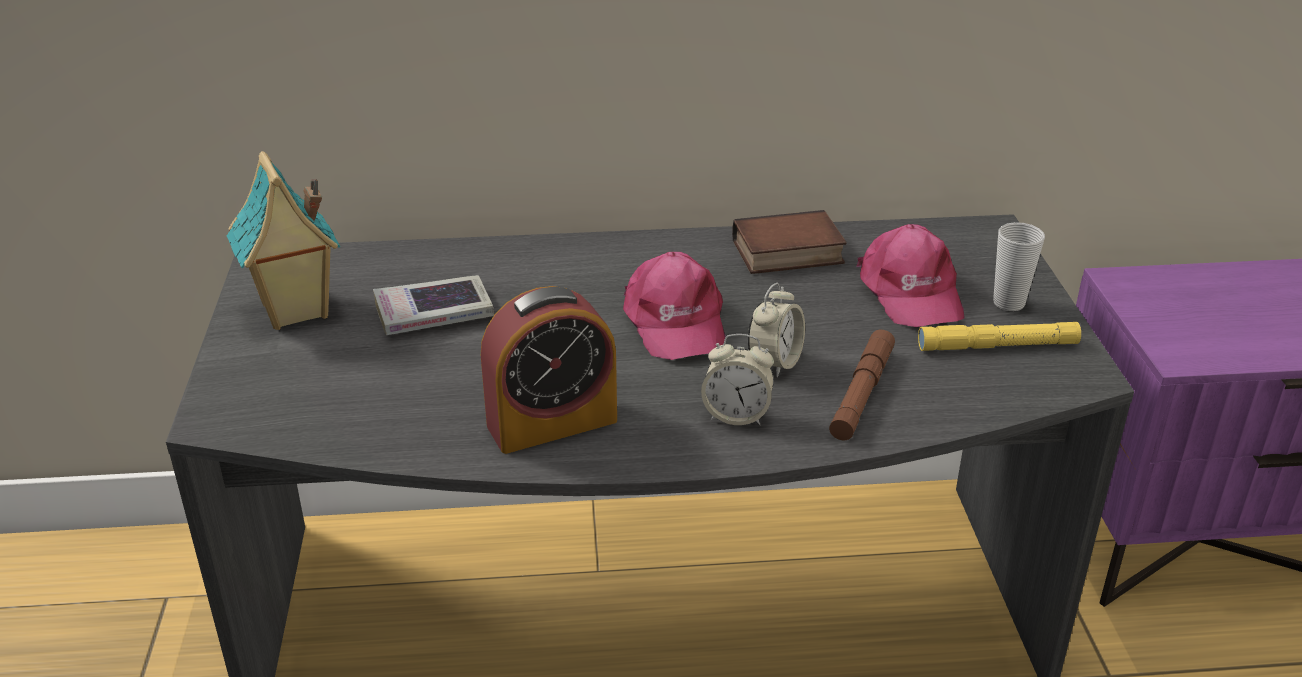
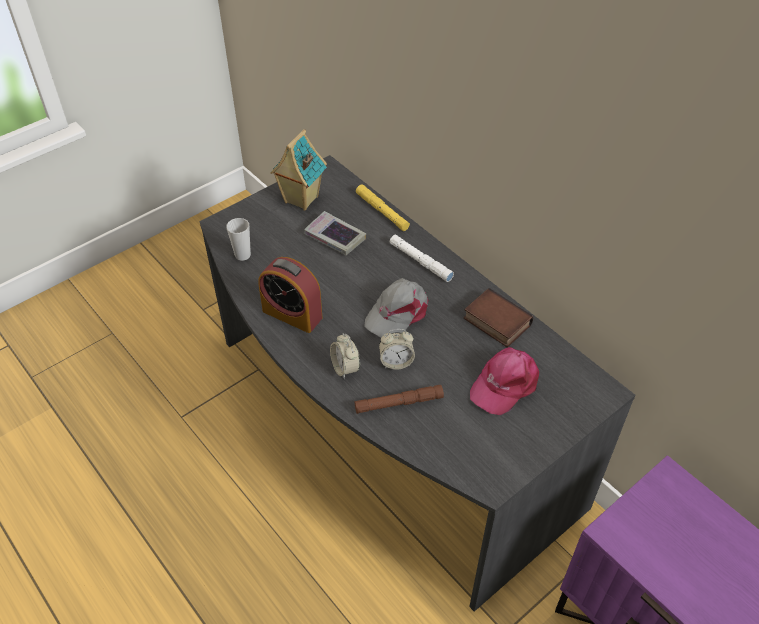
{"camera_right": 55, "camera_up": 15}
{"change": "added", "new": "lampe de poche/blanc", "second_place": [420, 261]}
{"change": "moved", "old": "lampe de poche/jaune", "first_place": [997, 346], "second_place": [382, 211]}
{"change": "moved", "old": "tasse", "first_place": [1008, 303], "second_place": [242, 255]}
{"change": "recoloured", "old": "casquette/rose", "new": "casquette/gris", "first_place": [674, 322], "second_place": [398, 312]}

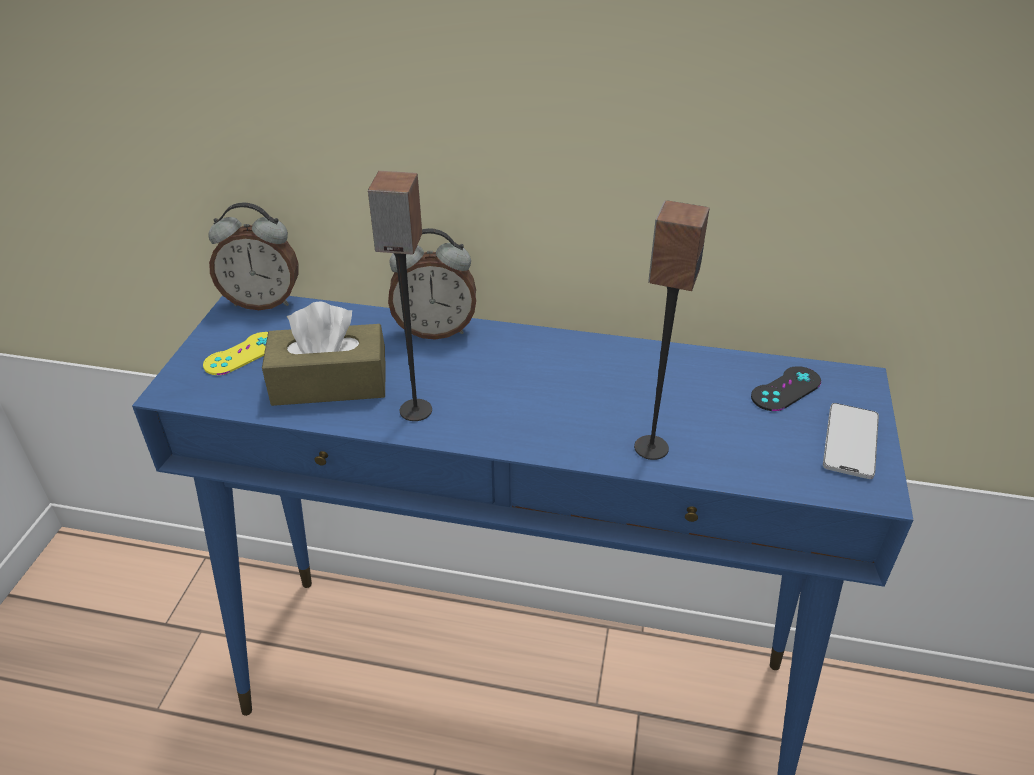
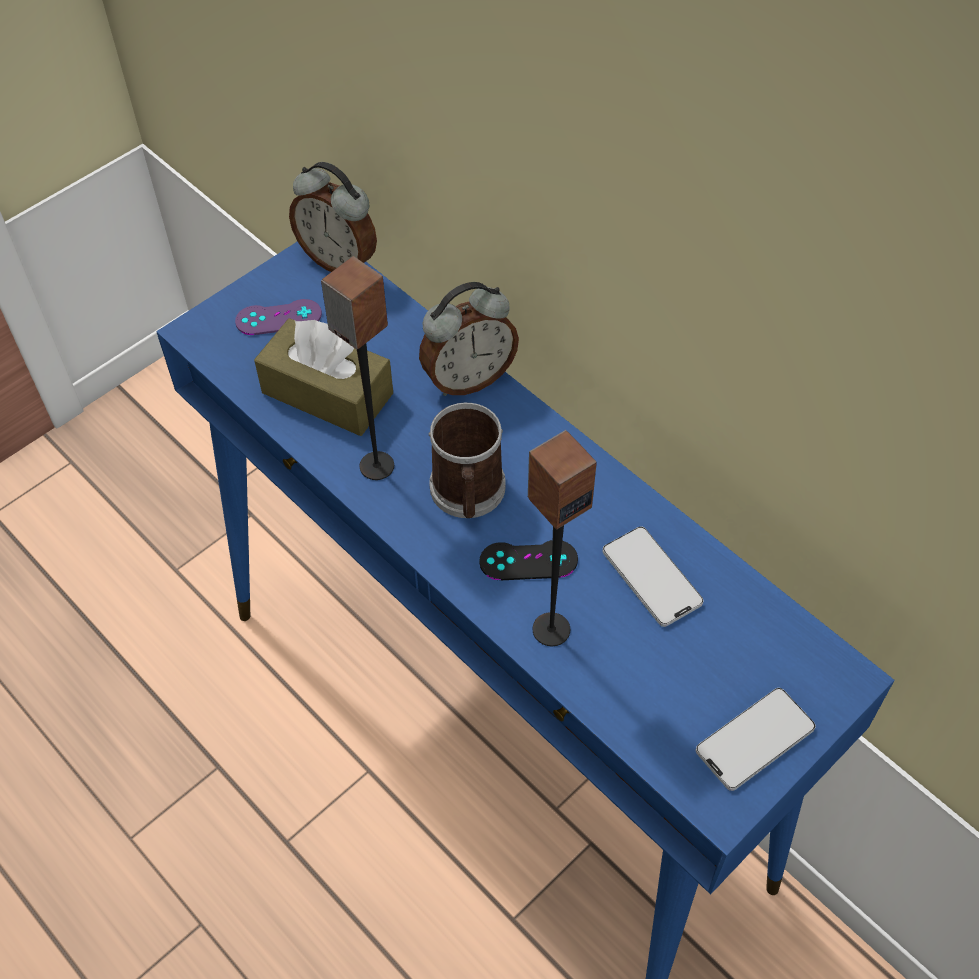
{"camera_right": 35, "camera_up": 15}
{"change": "added", "new": "mug", "second_place": [468, 494]}
{"change": "added", "new": "téléphone", "second_place": [651, 577]}
{"change": "moved", "old": "manette/noir", "first_place": [786, 389], "second_place": [528, 561]}
{"change": "recoloured", "old": "manette/jaune", "new": "manette/violet", "first_place": [242, 354], "second_place": [278, 318]}
{"change": "turned", "old": "réveil", "first_place": [435, 330], "second_place": [468, 378], "degrees": -60}

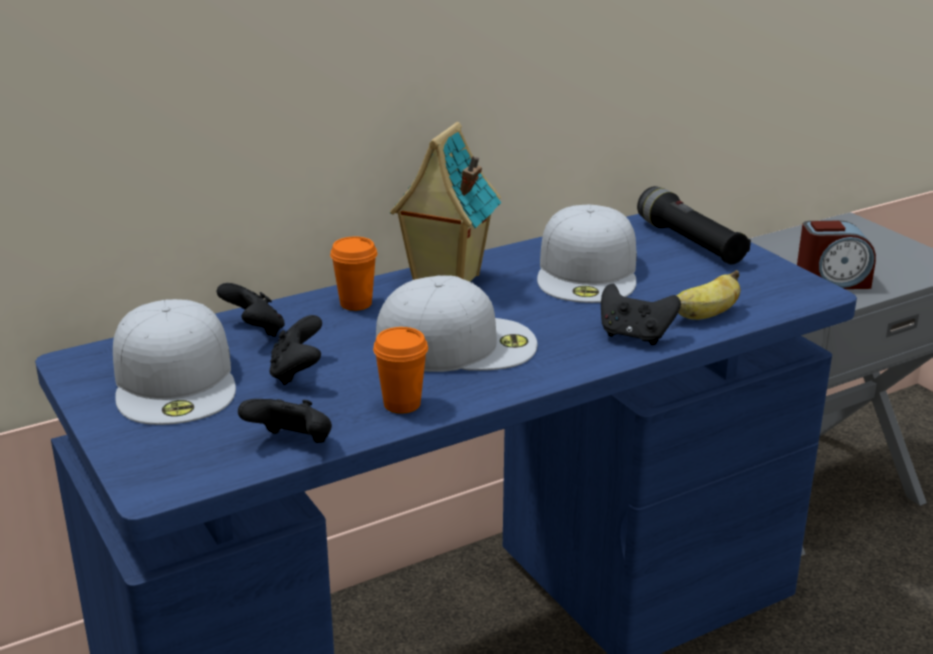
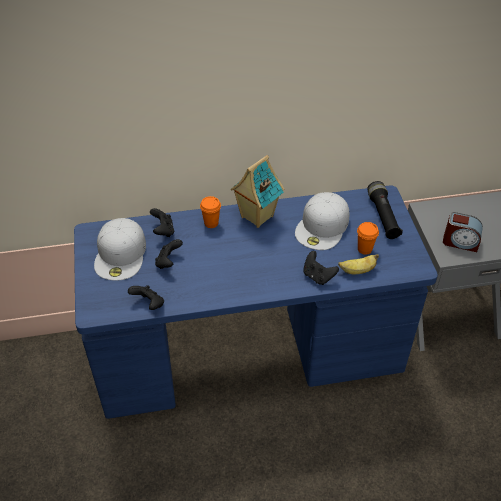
{"camera_right": 20, "camera_up": 20}
{"change": "removed", "old": "casquette/blanc", "first_place": [458, 343]}
{"change": "moved", "old": "tasse/orange", "first_place": [402, 404], "second_place": [364, 249]}

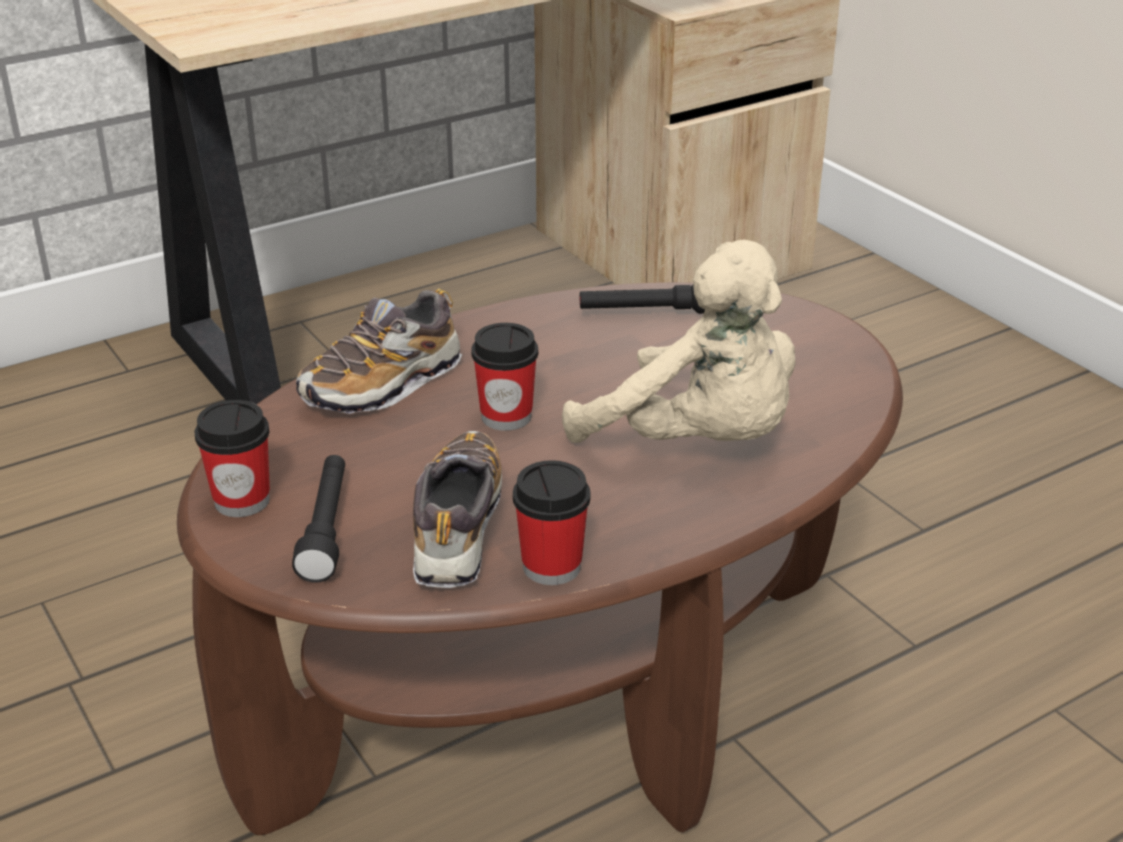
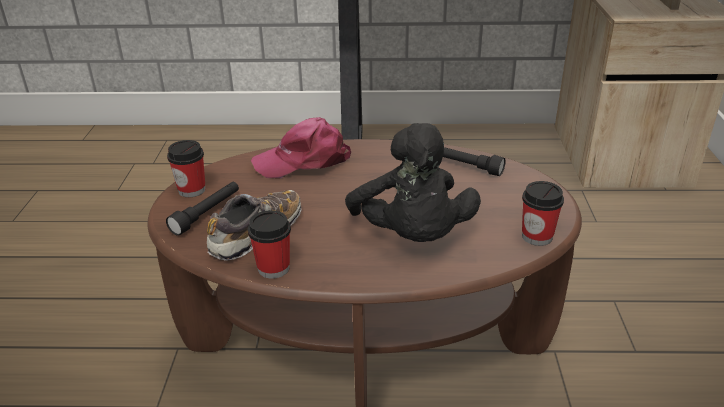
{"camera_right": 35, "camera_up": 0}
{"change": "moved", "old": "tasse", "first_place": [506, 416], "second_place": [537, 236]}
{"change": "replaced", "old": "chaussure", "new": "casquette/rose", "first_place": [383, 385], "second_place": [304, 160]}
{"change": "recoloured", "old": "peluche/beige", "new": "peluche/noir", "first_place": [697, 442], "second_place": [412, 236]}

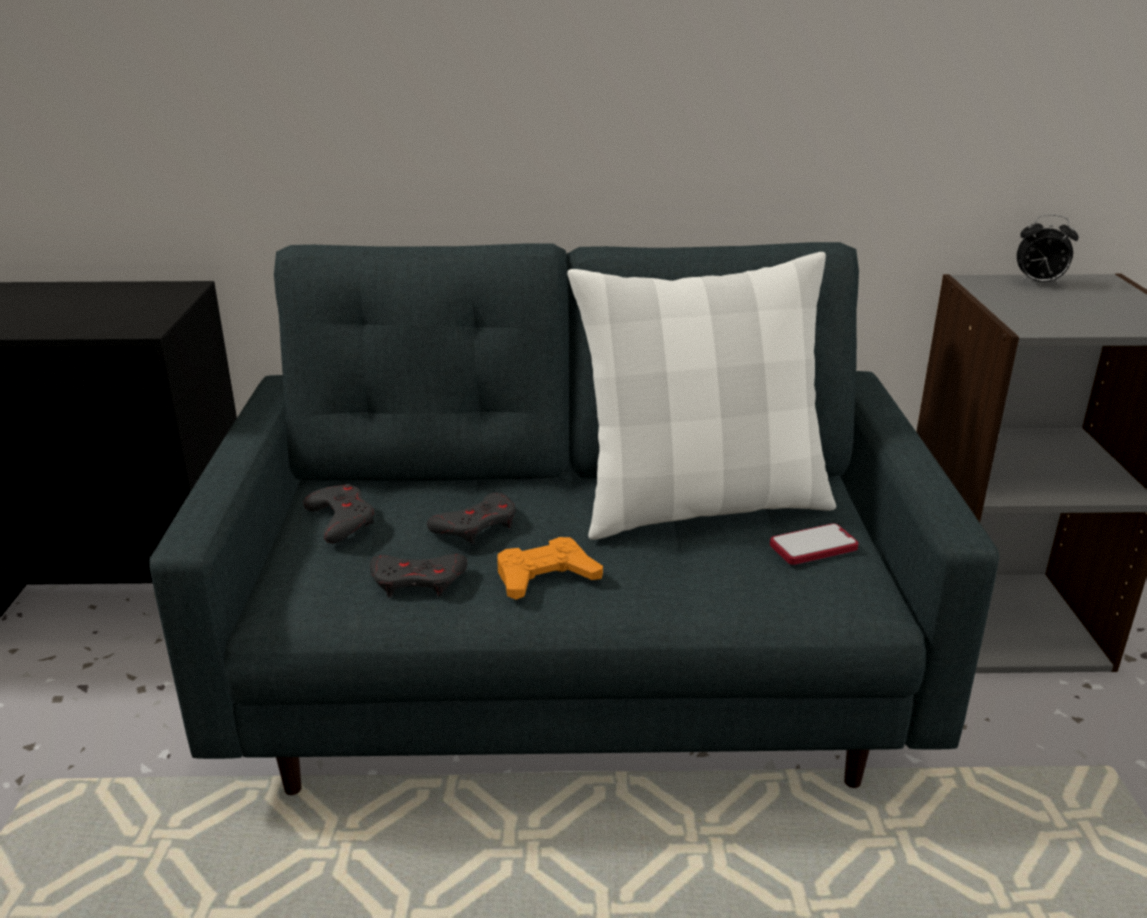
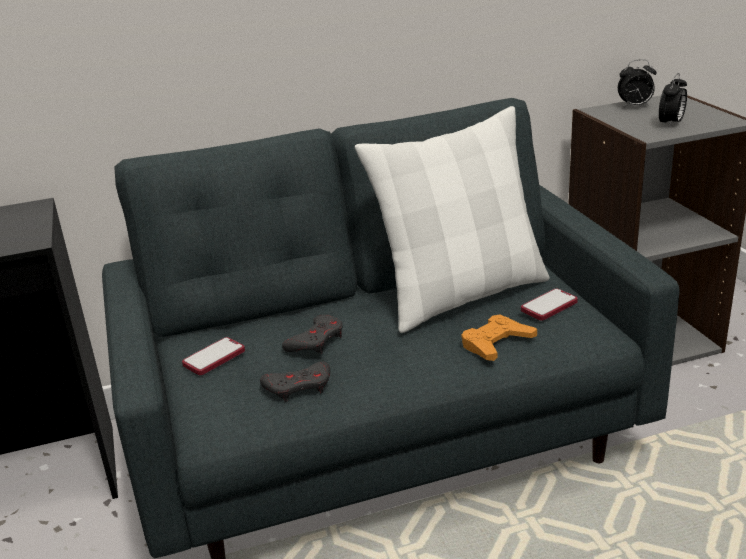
{"camera_right": -15, "camera_up": 0}
{"change": "added", "new": "réveil", "second_place": [671, 124]}
{"change": "moved", "old": "manette/orange", "first_place": [545, 577], "second_place": [496, 343]}
{"change": "replaced", "old": "manette/gris", "new": "téléphone", "first_place": [341, 520], "second_place": [214, 358]}

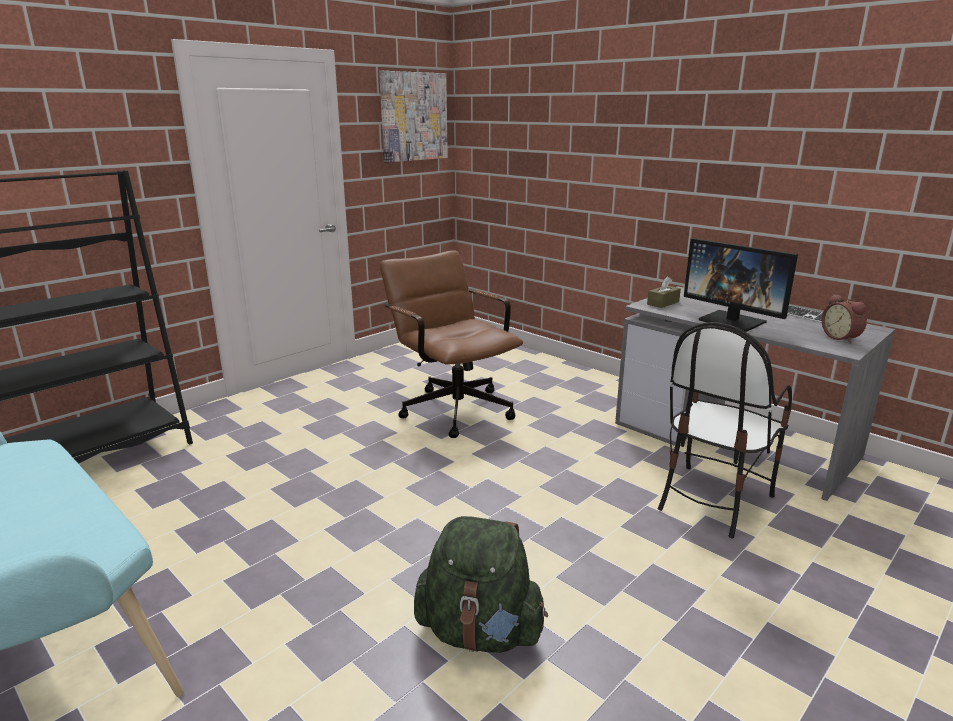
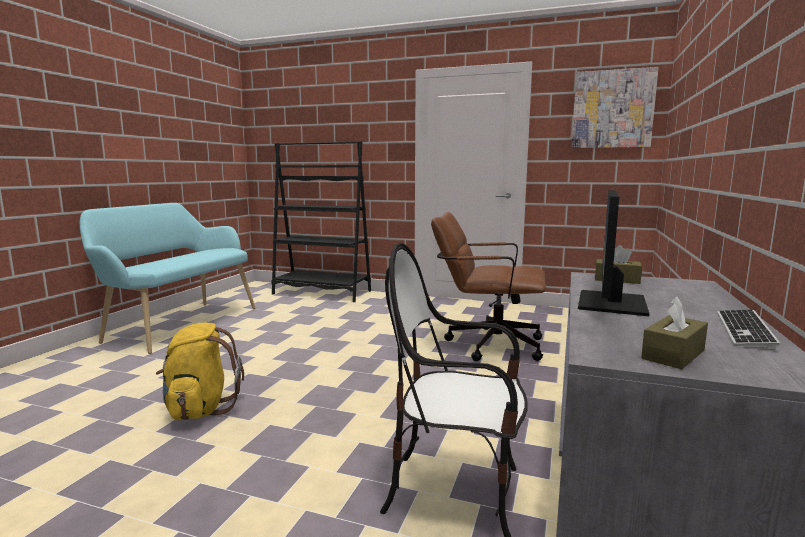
{"camera_right": 65, "camera_up": -10}
{"change": "replaced", "old": "réveil", "new": "boîte à mouchoirs/marron", "first_place": [841, 338], "second_place": [673, 354]}
{"change": "recoloured", "old": "sac à dos/vert", "new": "sac à dos/jaune", "first_place": [480, 632], "second_place": [200, 409]}
{"change": "turned", "old": "chaise de bureau/marron", "first_place": [452, 407], "second_place": [486, 344], "degrees": -105}

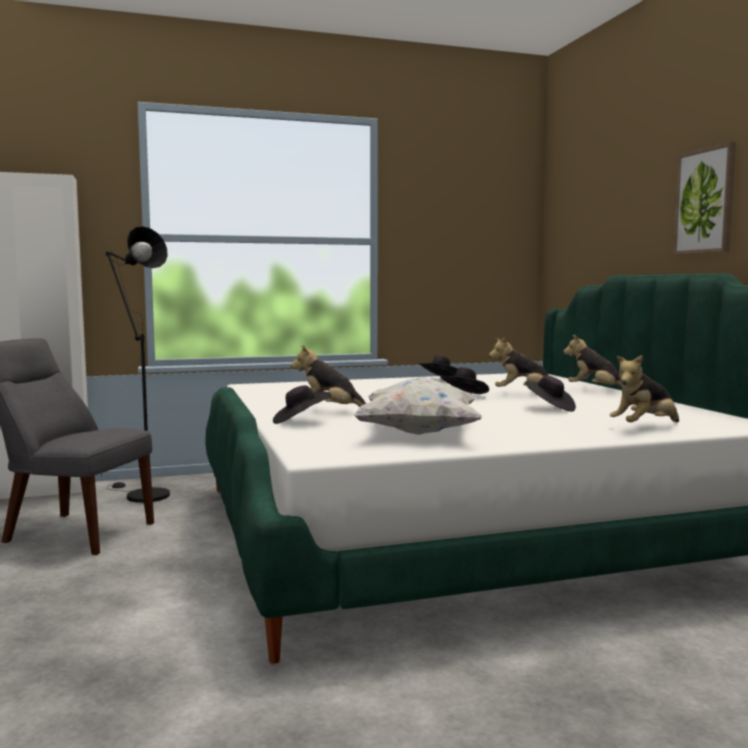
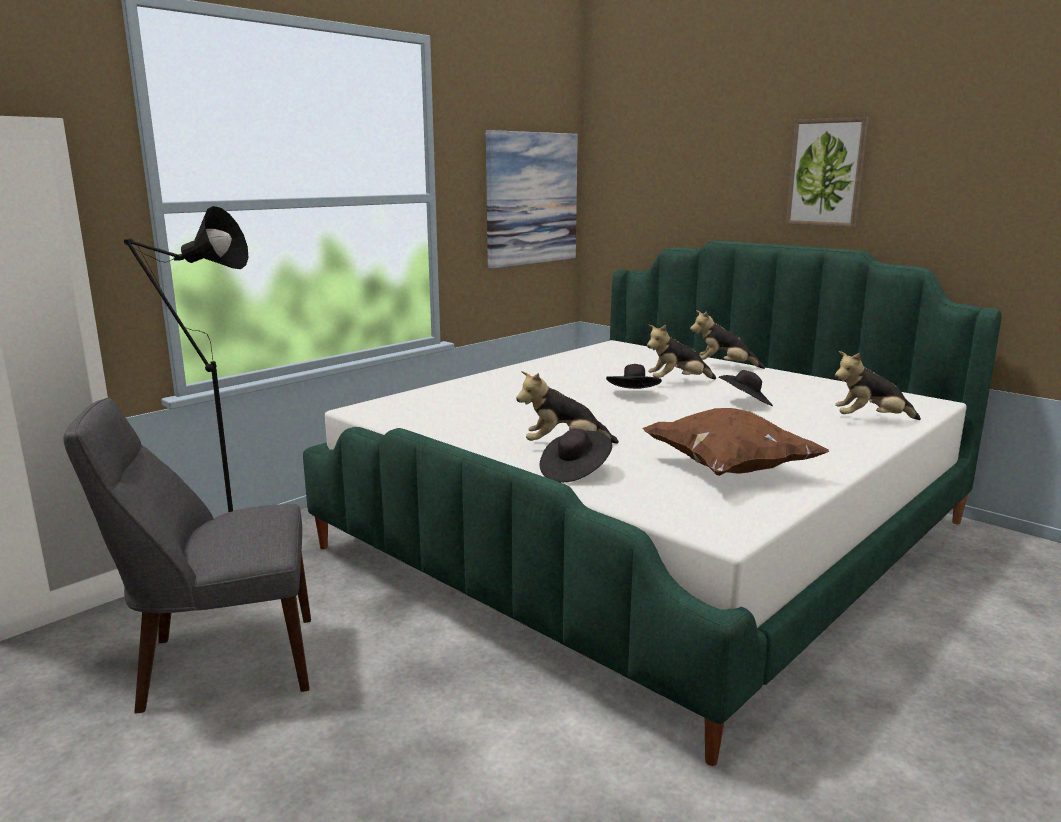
{"camera_right": -30, "camera_up": 10}
{"change": "removed", "old": "chapeau/noir", "first_place": [440, 380]}
{"change": "added", "new": "tableau", "second_place": [531, 198]}
{"change": "recoloured", "old": "coussin/blanc", "new": "coussin/marron", "first_place": [419, 433], "second_place": [727, 469]}
{"change": "turned", "old": "peluche", "first_place": [645, 427], "second_place": [870, 420], "degrees": 60}

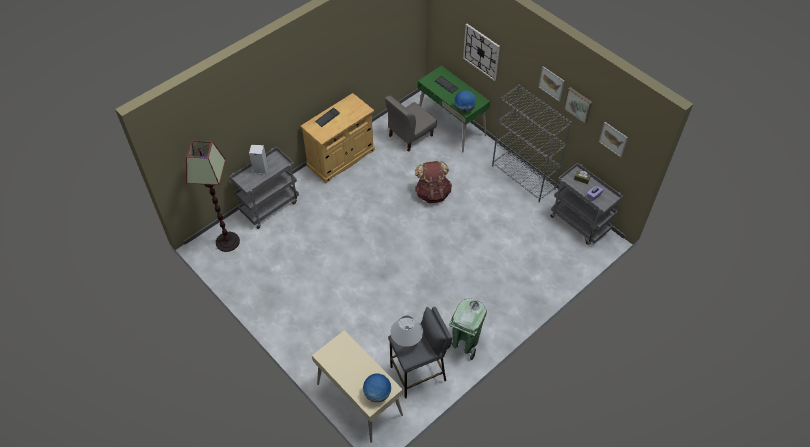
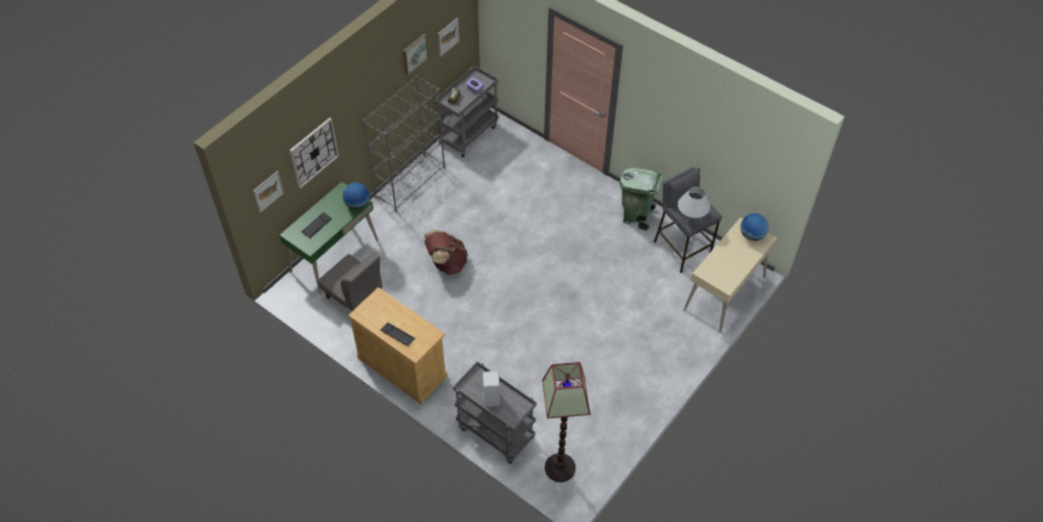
{"camera_right": -100, "camera_up": 0}
{"change": "moved", "old": "tableau", "first_place": [551, 83], "second_place": [268, 191]}

